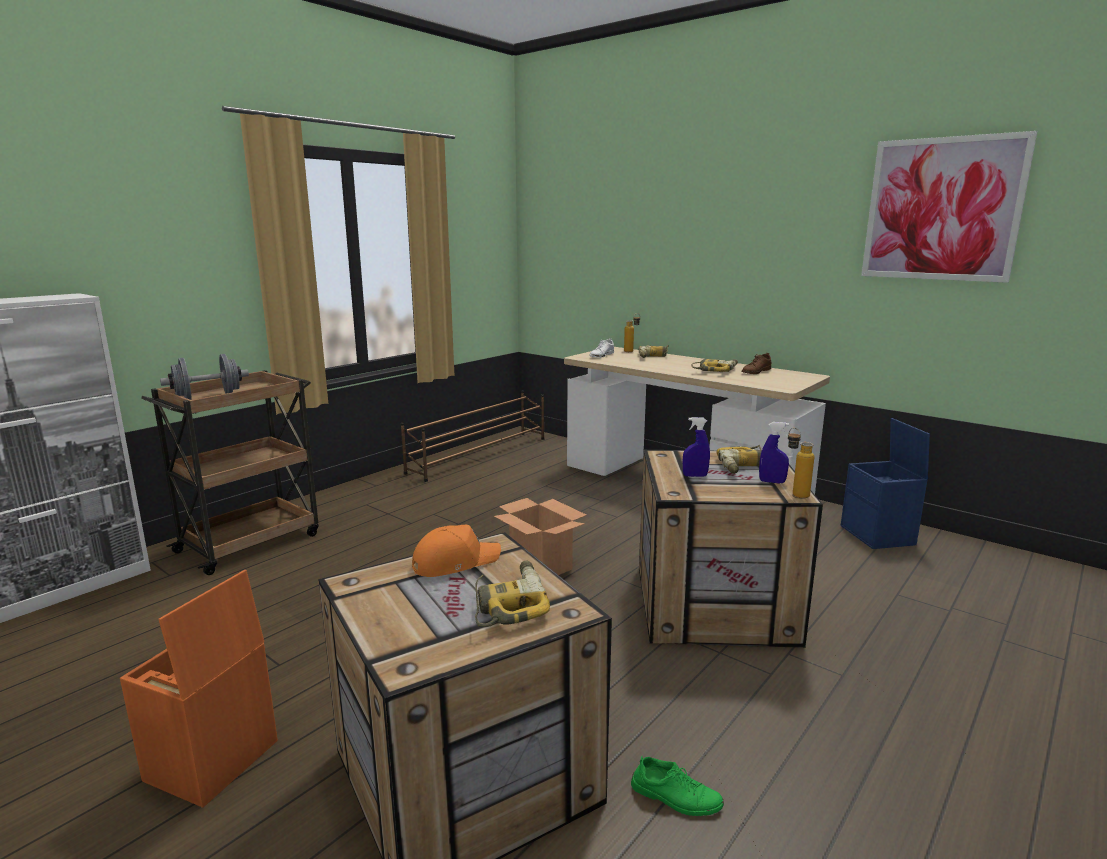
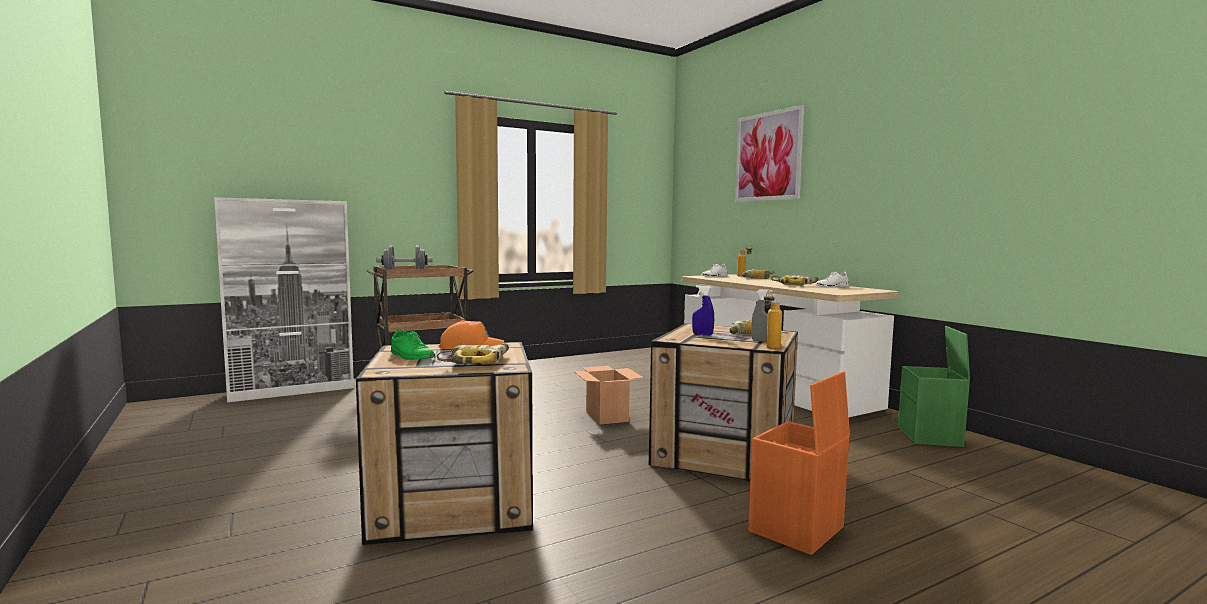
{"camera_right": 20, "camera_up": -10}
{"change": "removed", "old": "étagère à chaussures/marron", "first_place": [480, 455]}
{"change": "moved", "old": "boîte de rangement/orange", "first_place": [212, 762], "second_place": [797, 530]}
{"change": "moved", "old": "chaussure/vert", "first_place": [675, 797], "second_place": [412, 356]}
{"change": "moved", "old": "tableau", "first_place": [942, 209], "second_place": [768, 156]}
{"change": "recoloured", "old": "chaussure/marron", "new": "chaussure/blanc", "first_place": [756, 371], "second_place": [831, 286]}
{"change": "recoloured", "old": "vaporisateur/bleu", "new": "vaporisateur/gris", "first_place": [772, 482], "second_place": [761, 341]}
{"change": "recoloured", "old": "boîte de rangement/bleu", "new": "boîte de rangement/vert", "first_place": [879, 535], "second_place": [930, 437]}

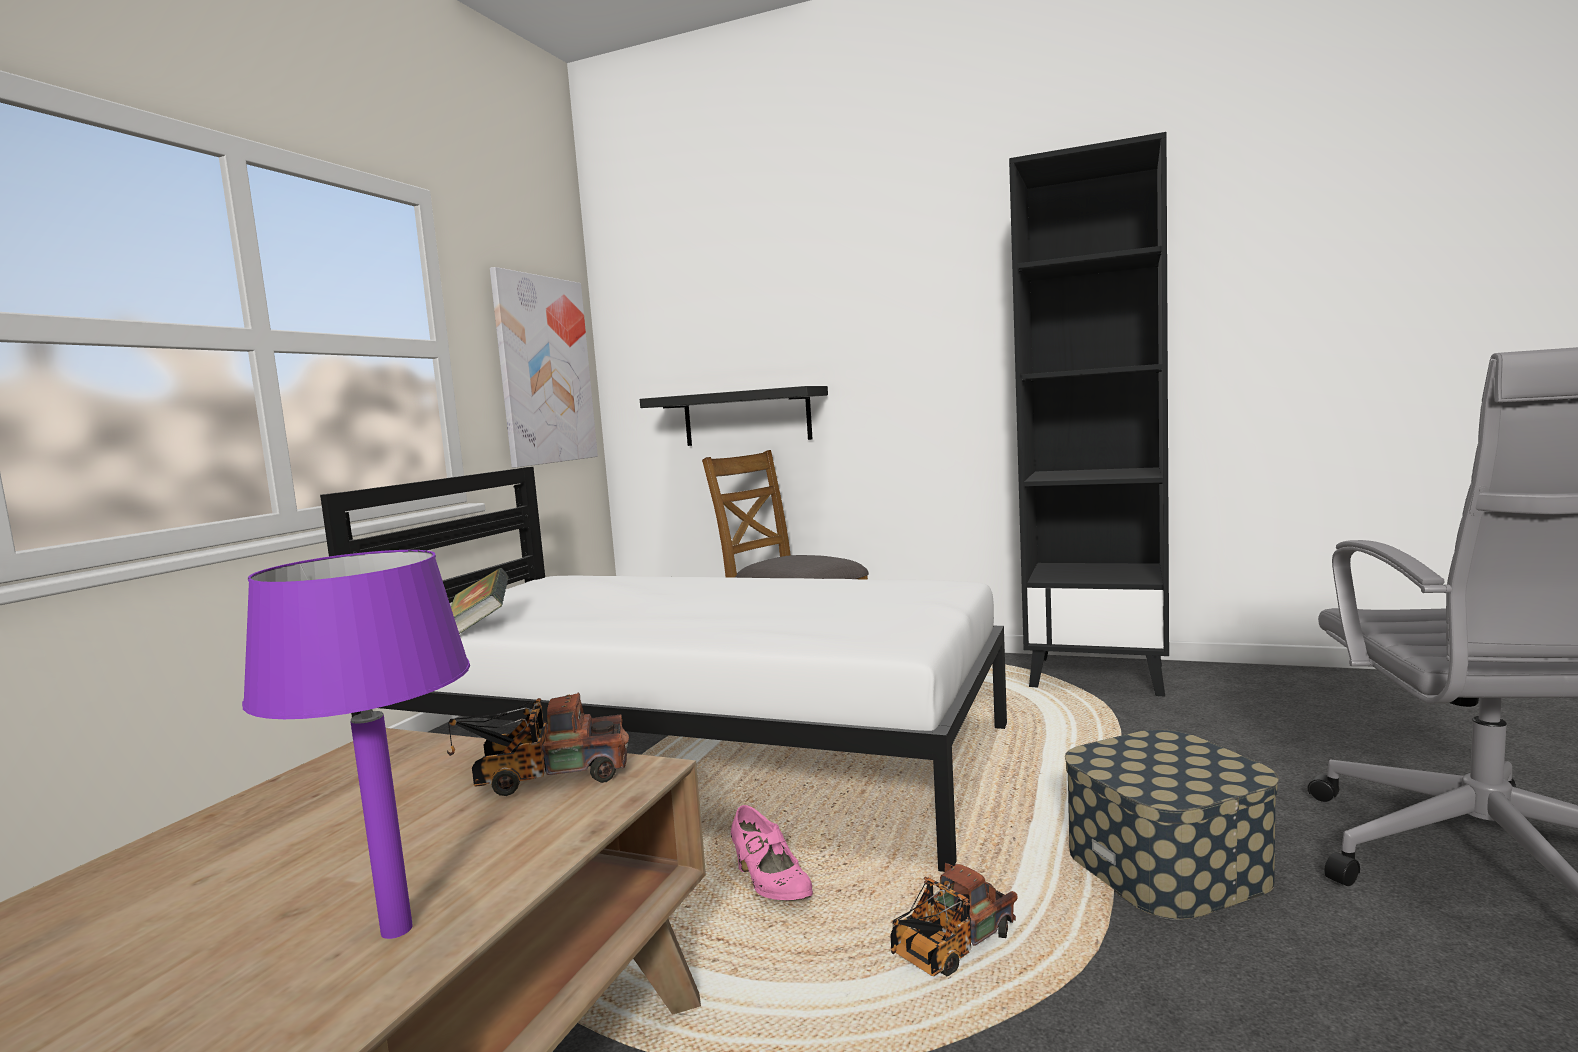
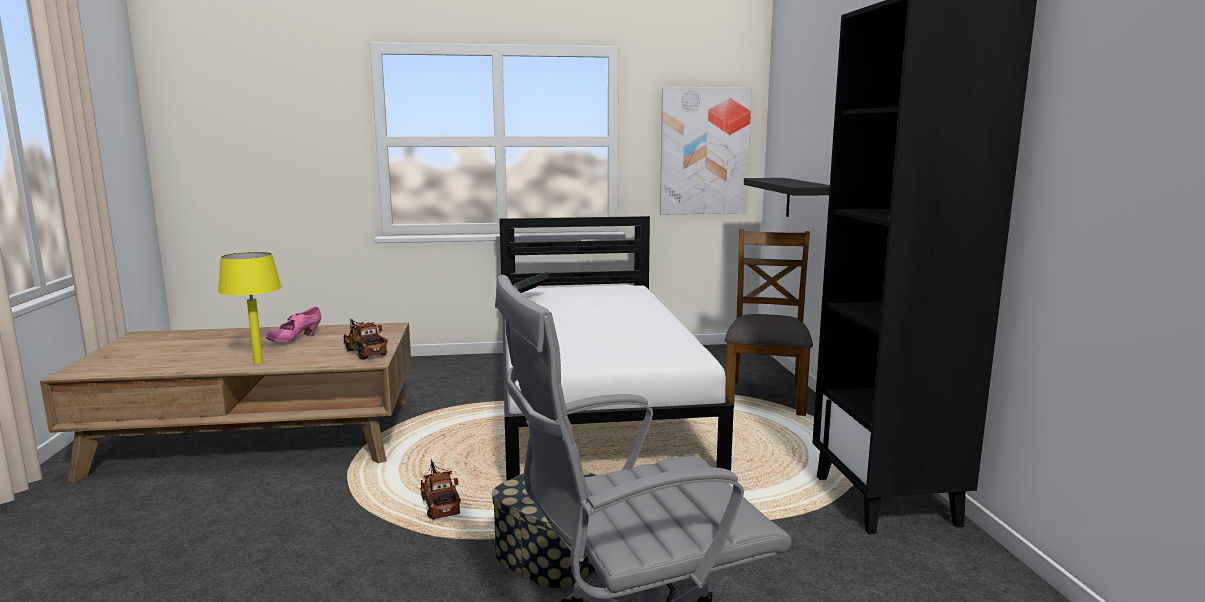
{"camera_right": 60, "camera_up": 5}
{"change": "moved", "old": "chaussure/rose", "first_place": [770, 886], "second_place": [295, 340]}
{"change": "recoloured", "old": "lampe de table/violet", "new": "lampe de table/jaune", "first_place": [398, 928], "second_place": [258, 362]}
{"change": "turned", "old": "camion jouet", "first_place": [948, 949], "second_place": [439, 503], "degrees": 45}

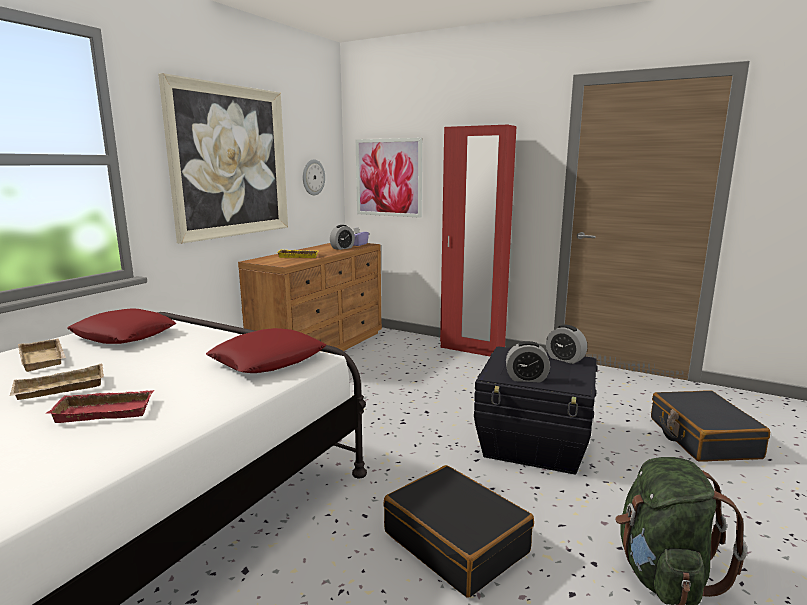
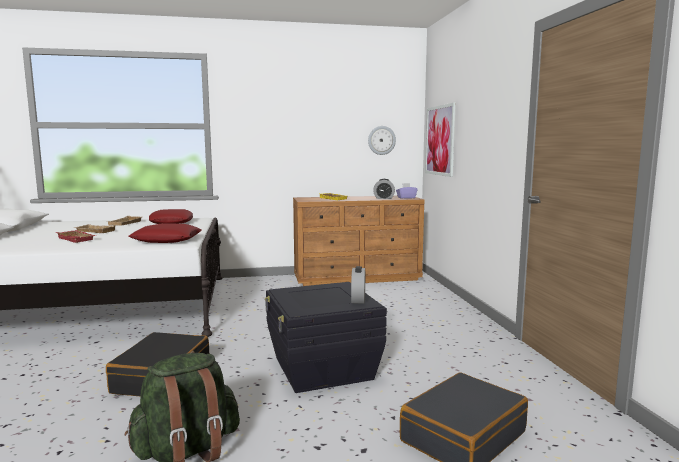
{"camera_right": 50, "camera_up": -5}
{"change": "removed", "old": "tableau", "first_place": [230, 162]}
{"change": "removed", "old": "armoire/rouge", "first_place": [472, 349]}
{"change": "removed", "old": "réveil", "first_place": [526, 378]}

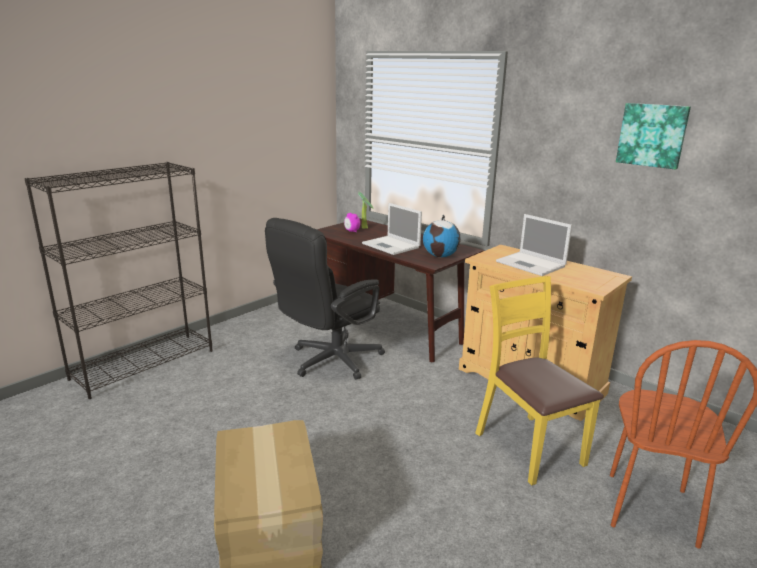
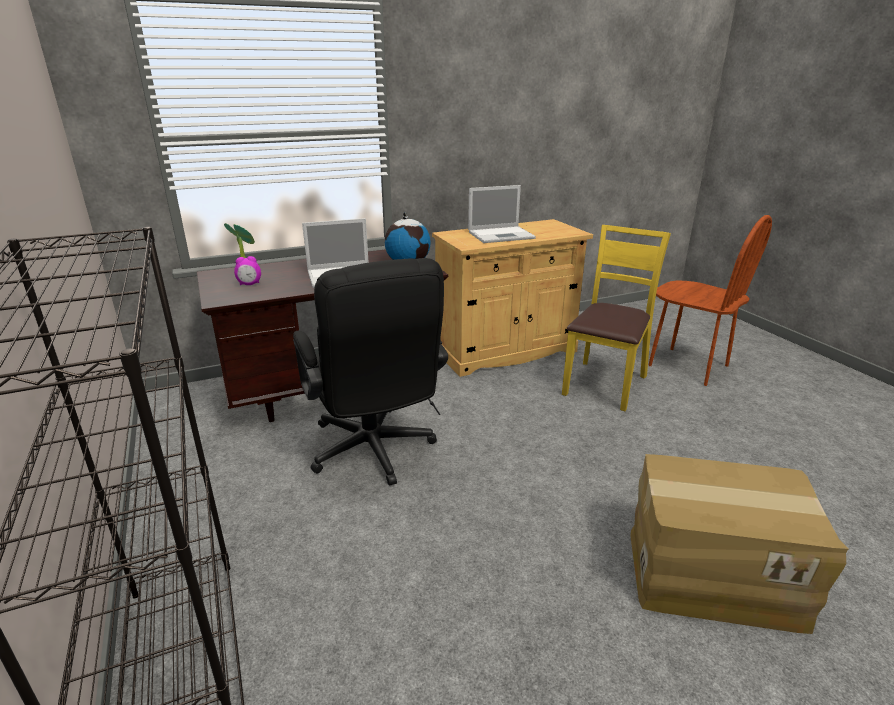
{"camera_right": -65, "camera_up": 5}
{"change": "removed", "old": "tableau", "first_place": [652, 135]}
{"change": "turned", "old": "chaise/jaune", "first_place": [529, 447], "second_place": [604, 384], "degrees": 120}

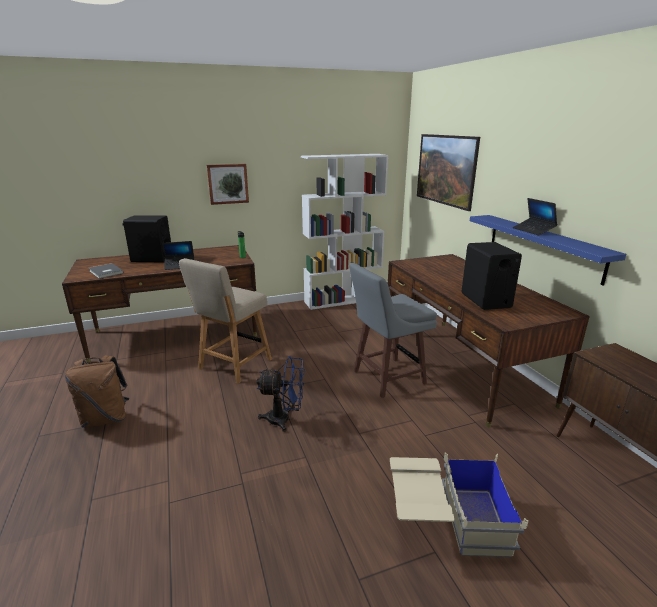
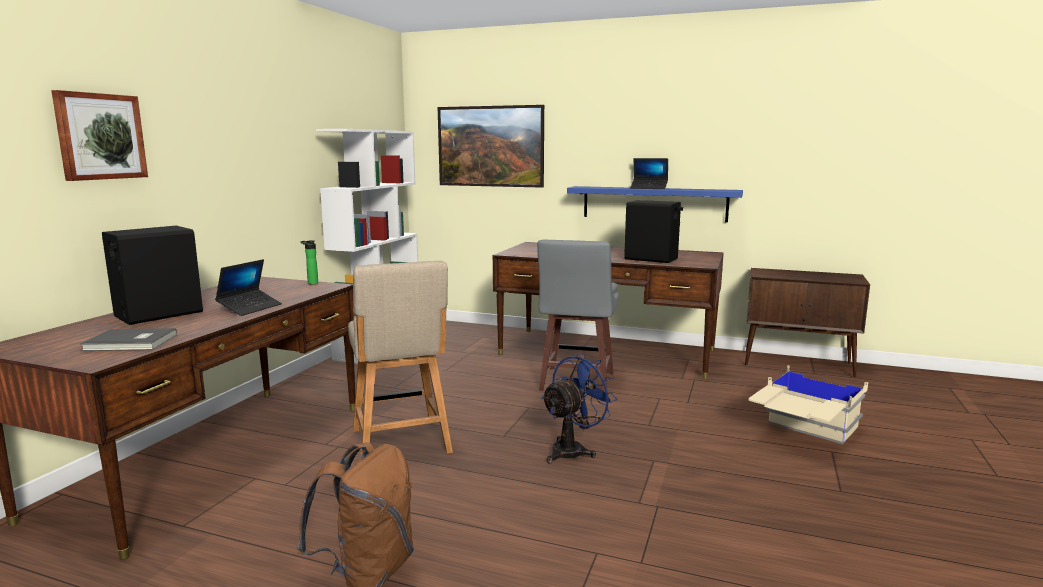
{"camera_right": -50, "camera_up": -10}
{"change": "moved", "old": "tableau", "first_place": [228, 183], "second_place": [100, 136]}

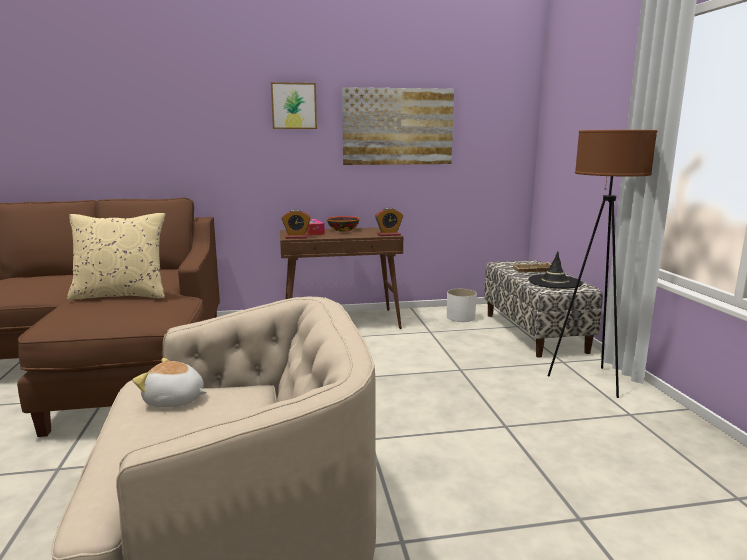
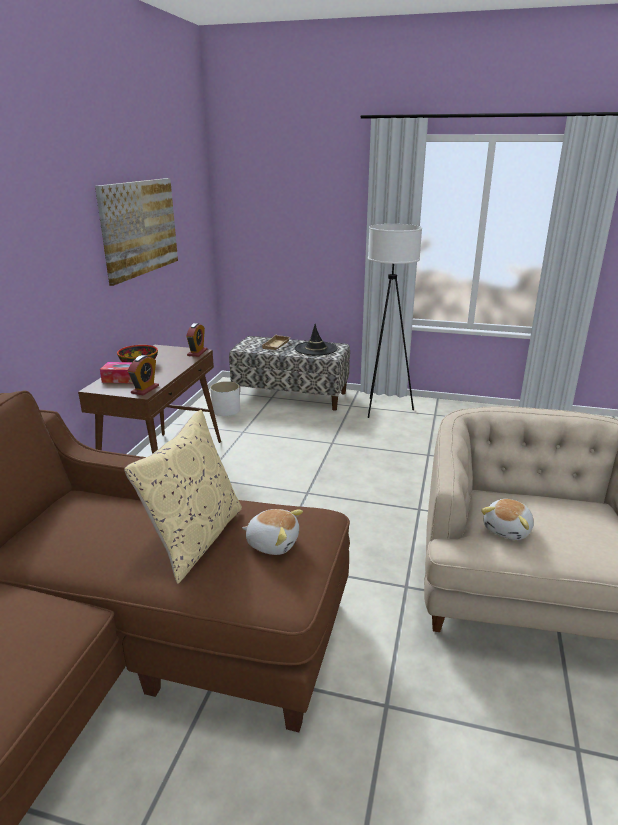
{"camera_right": -65, "camera_up": 10}
{"change": "removed", "old": "tableau", "first_place": [294, 106]}
{"change": "added", "new": "peluche", "second_place": [273, 543]}
{"change": "recoloured", "old": "lampadaire/marron", "new": "lampadaire/blanc", "first_place": [589, 380], "second_place": [384, 408]}

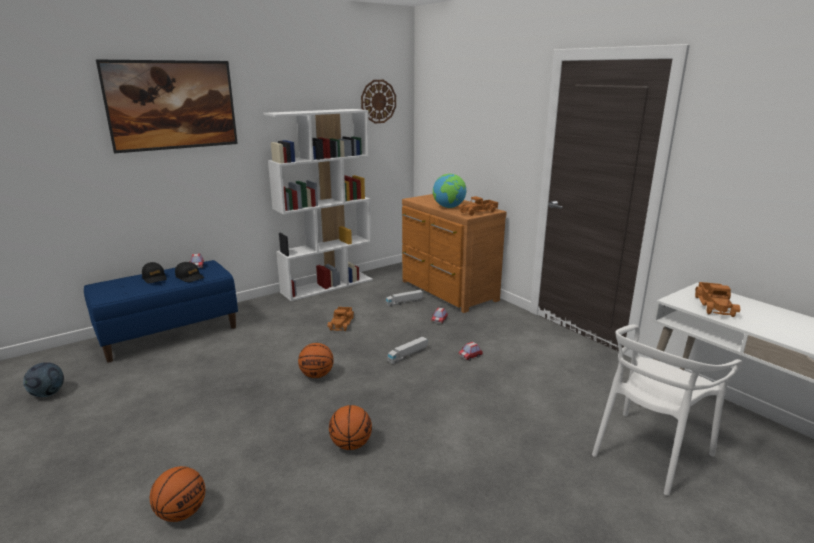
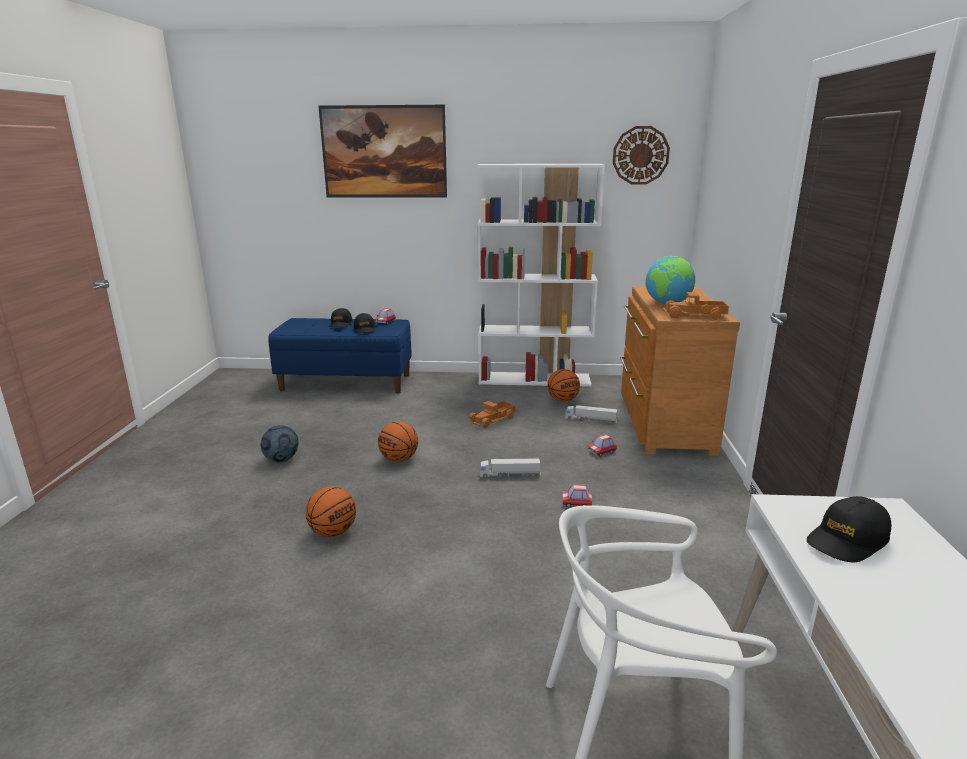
{"camera_right": 40, "camera_up": 0}
{"change": "moved", "old": "ballon de foot", "first_place": [48, 394], "second_place": [282, 459]}
{"change": "moved", "old": "ballon de basket", "first_place": [182, 513], "second_place": [563, 400]}
{"change": "replaced", "old": "camion jouet", "new": "casquette/noir", "first_place": [715, 306], "second_place": [847, 540]}

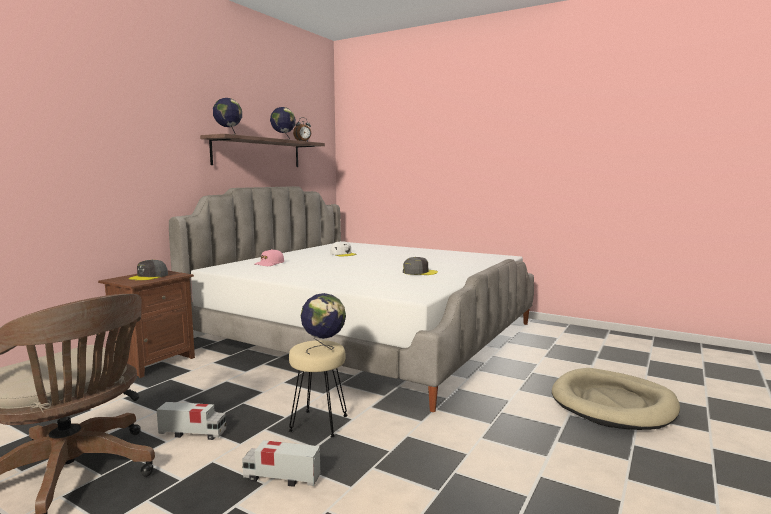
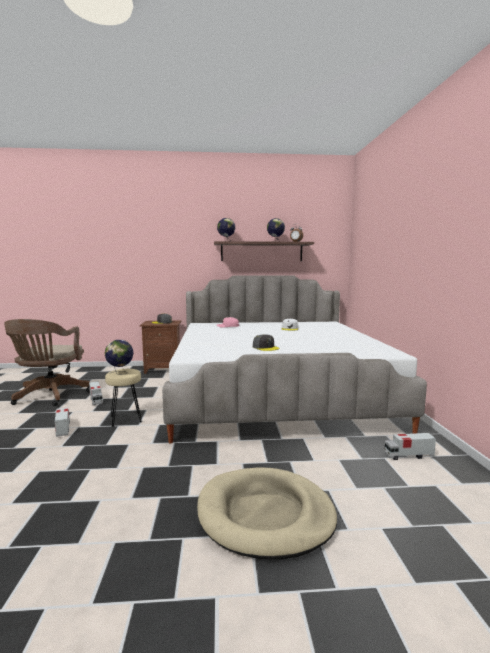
{"camera_right": 55, "camera_up": 0}
{"change": "added", "new": "camion jouet", "second_place": [408, 456]}

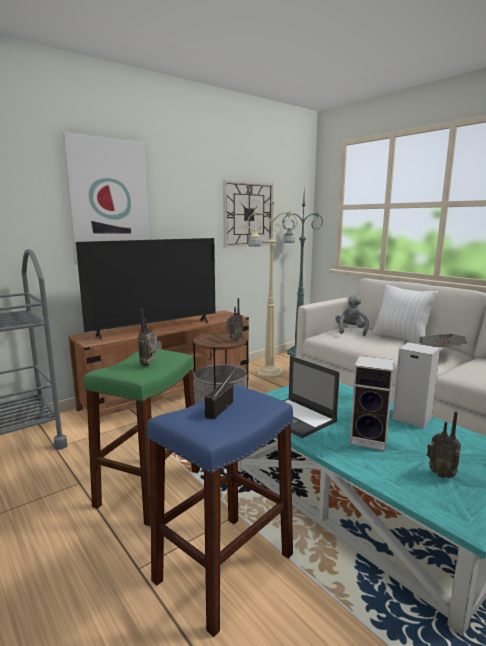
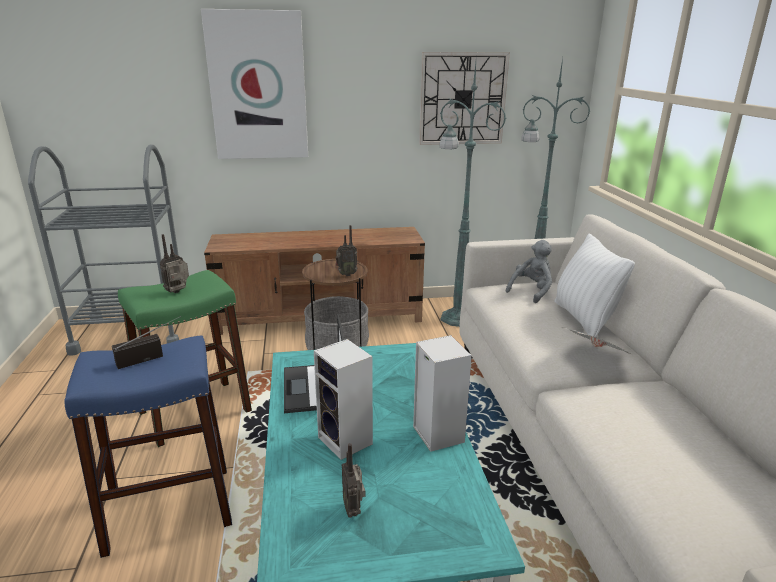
{"camera_right": 30, "camera_up": 10}
{"change": "removed", "old": "téléviseur", "first_place": [155, 329]}
{"change": "recoloured", "old": "lampadaire/beige", "new": "lampadaire/vert", "first_place": [268, 373], "second_place": [456, 318]}

